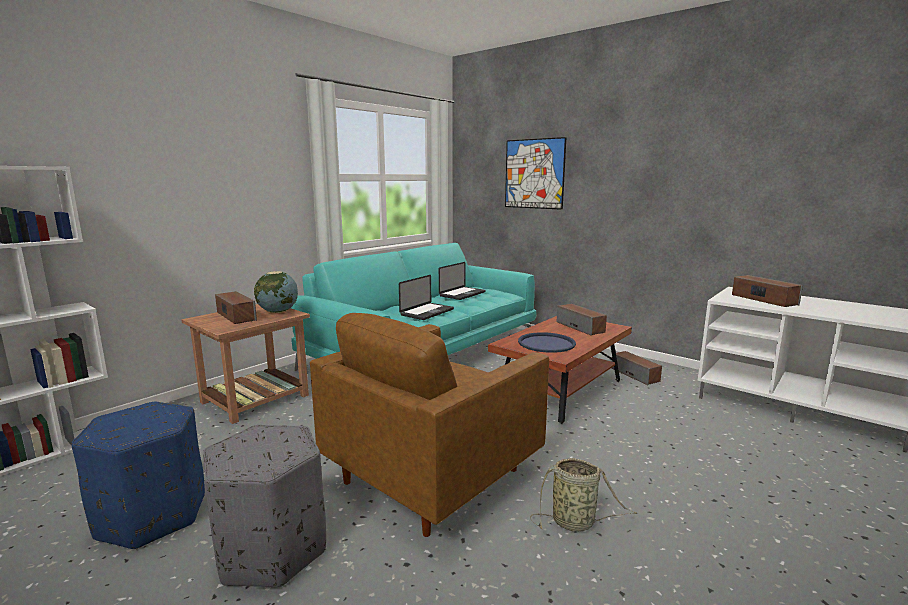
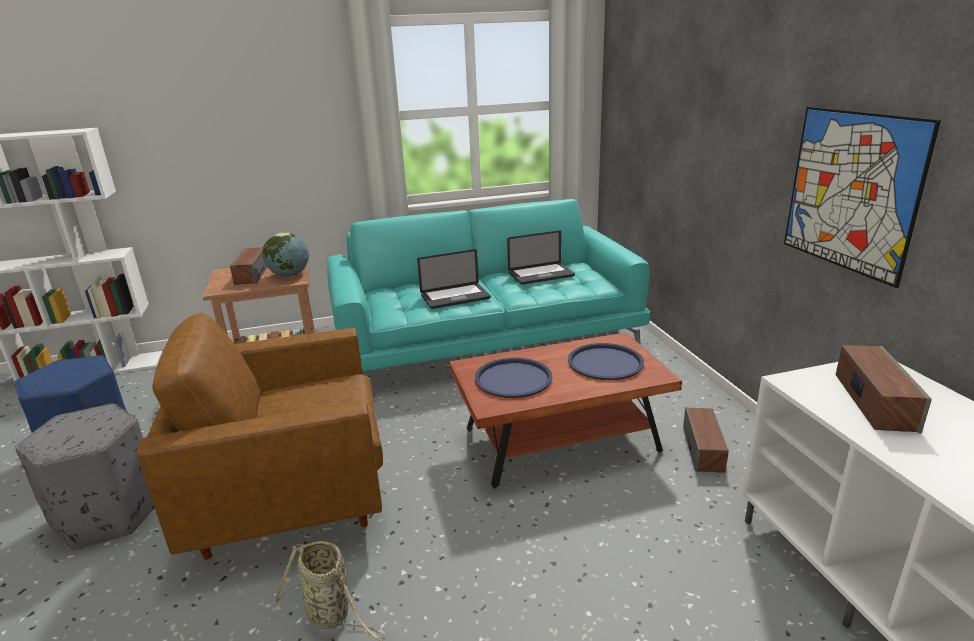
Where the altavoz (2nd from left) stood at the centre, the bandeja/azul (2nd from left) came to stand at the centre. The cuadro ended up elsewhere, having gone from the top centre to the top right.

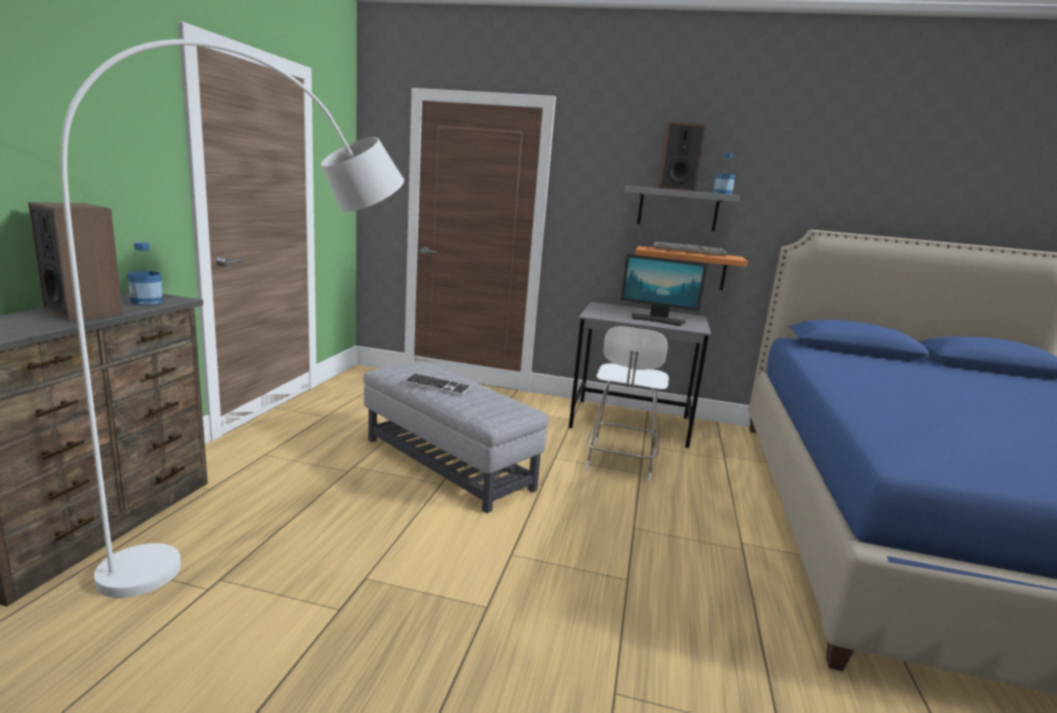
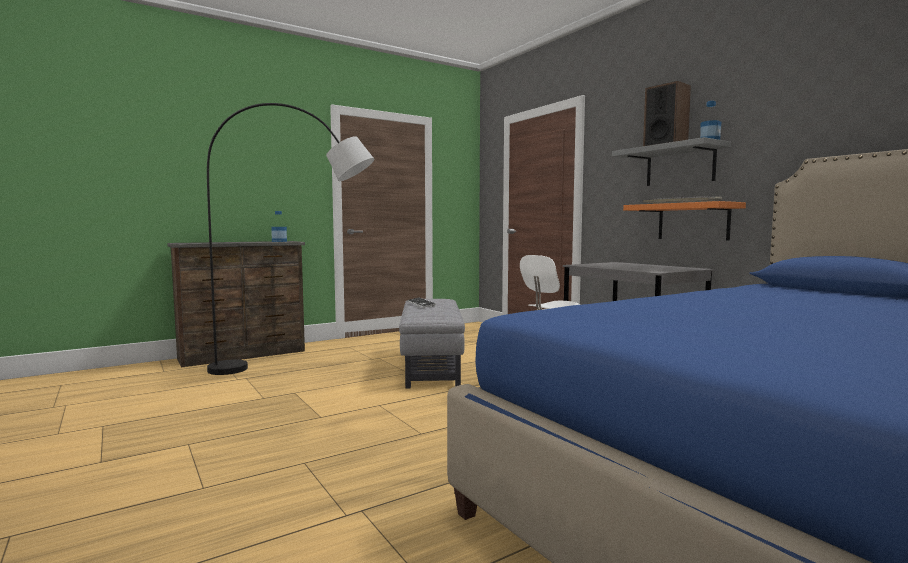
What was the lámpara de pie/blanco at the middle left turned into the lámpara de pie/negro at the middle left. The second view lost the altavoz (1st from left) at the middle left. The second view lost the monitor at the centre.

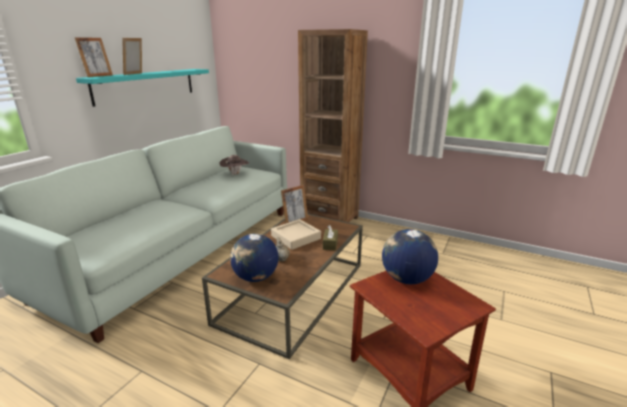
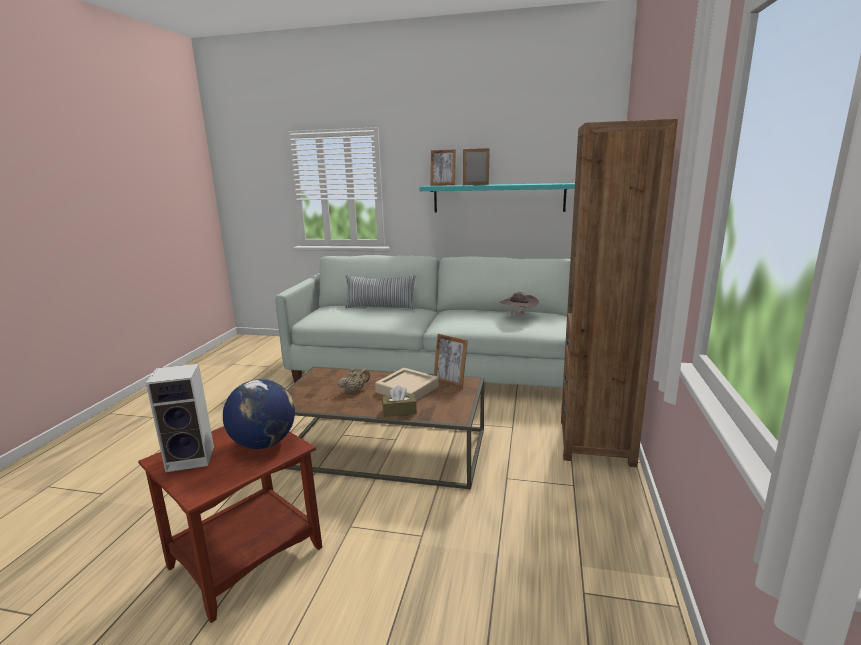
The second view gained the altavoz at the middle left. The second view gained the cojín at the centre. The second view lost the globo terráqueo (1st from left) at the centre.

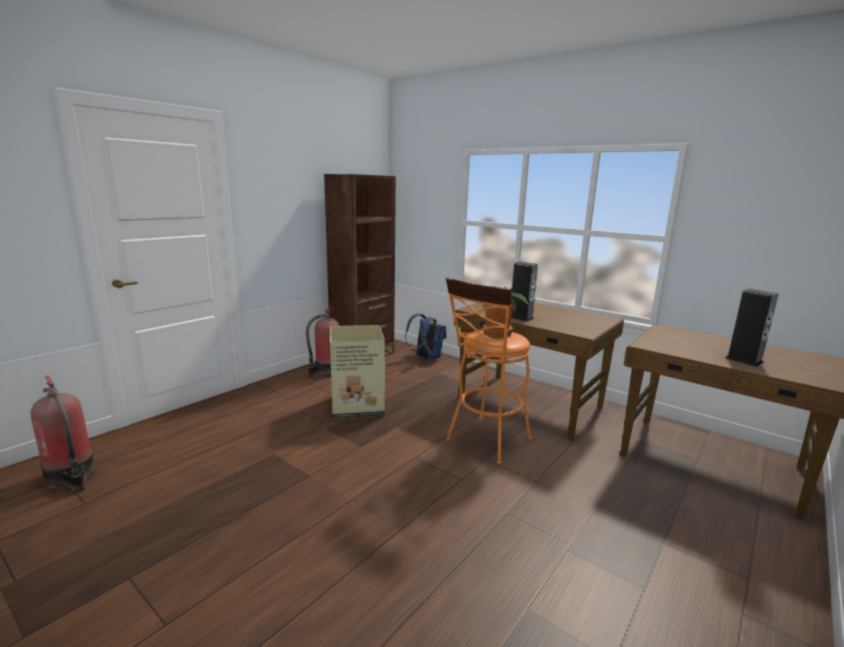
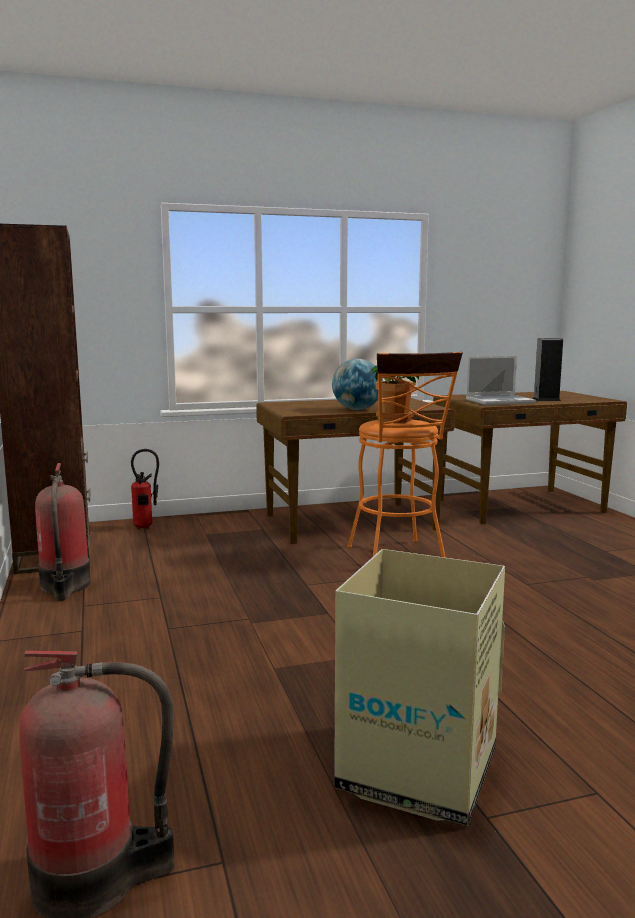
Where the mochila/azul stood at the centre, the extintor (3rd from left) came to stand at the middle left. Where the altavoz (1st from left) stood at the centre, the globo terráqueo came to stand at the centre. The caja de cartón ended up elsewhere, having gone from the centre to the bottom centre. The second view gained the portátil at the middle right.

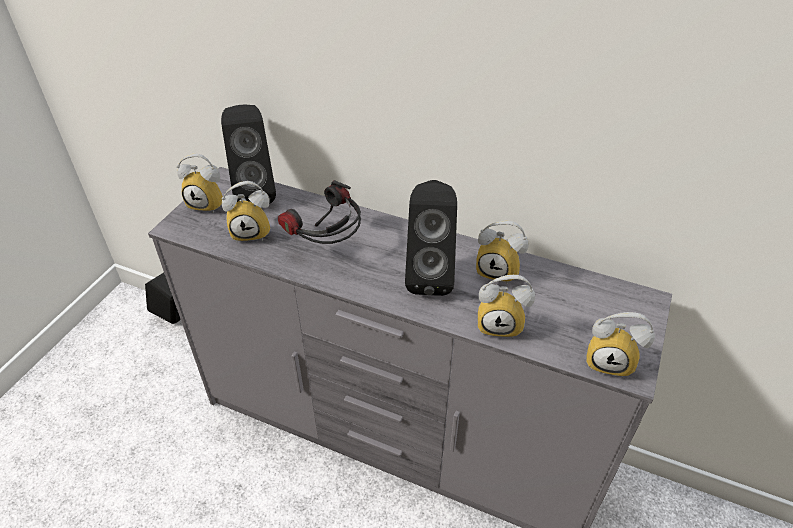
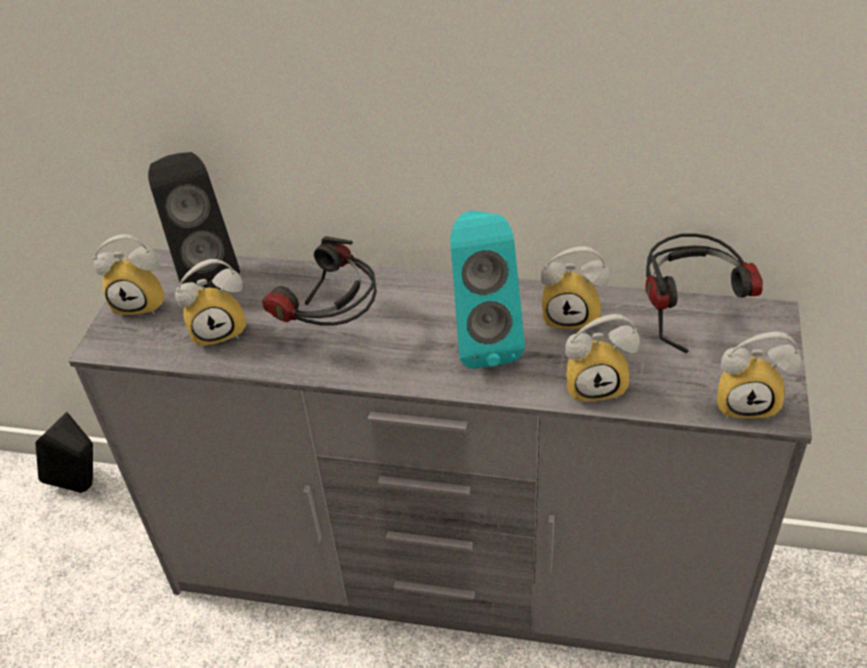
What was the altavoz/negro (3rd from left) at the centre turned into the altavoz/turquesa at the centre. The second view gained the auriculares (2nd from left) at the middle right.

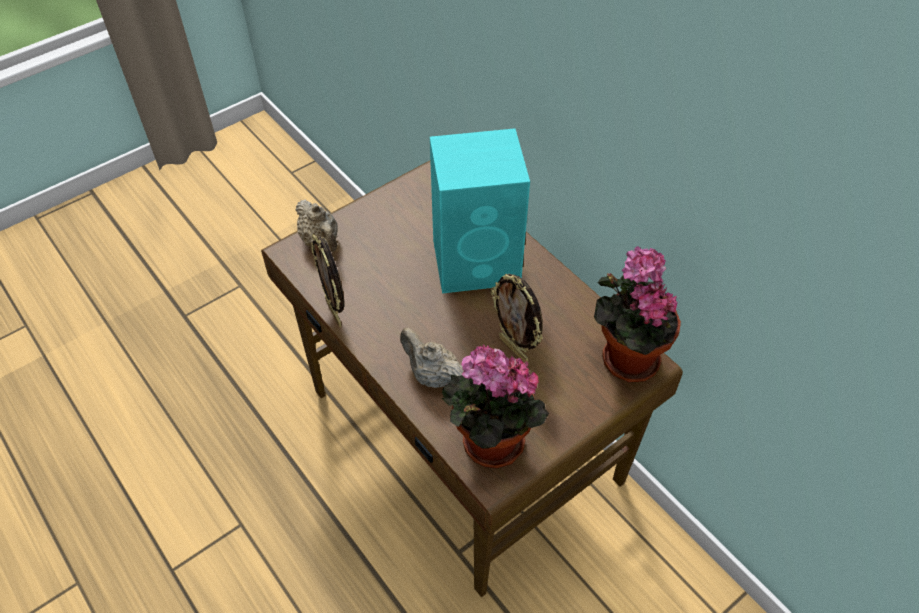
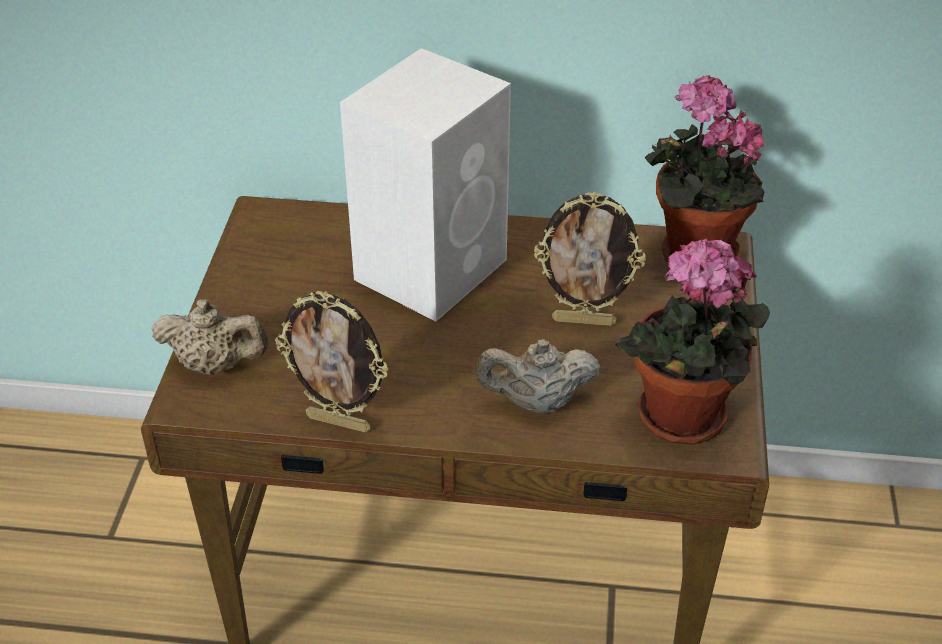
What was the altavoz/turquesa at the centre turned into the altavoz/blanco at the top centre.

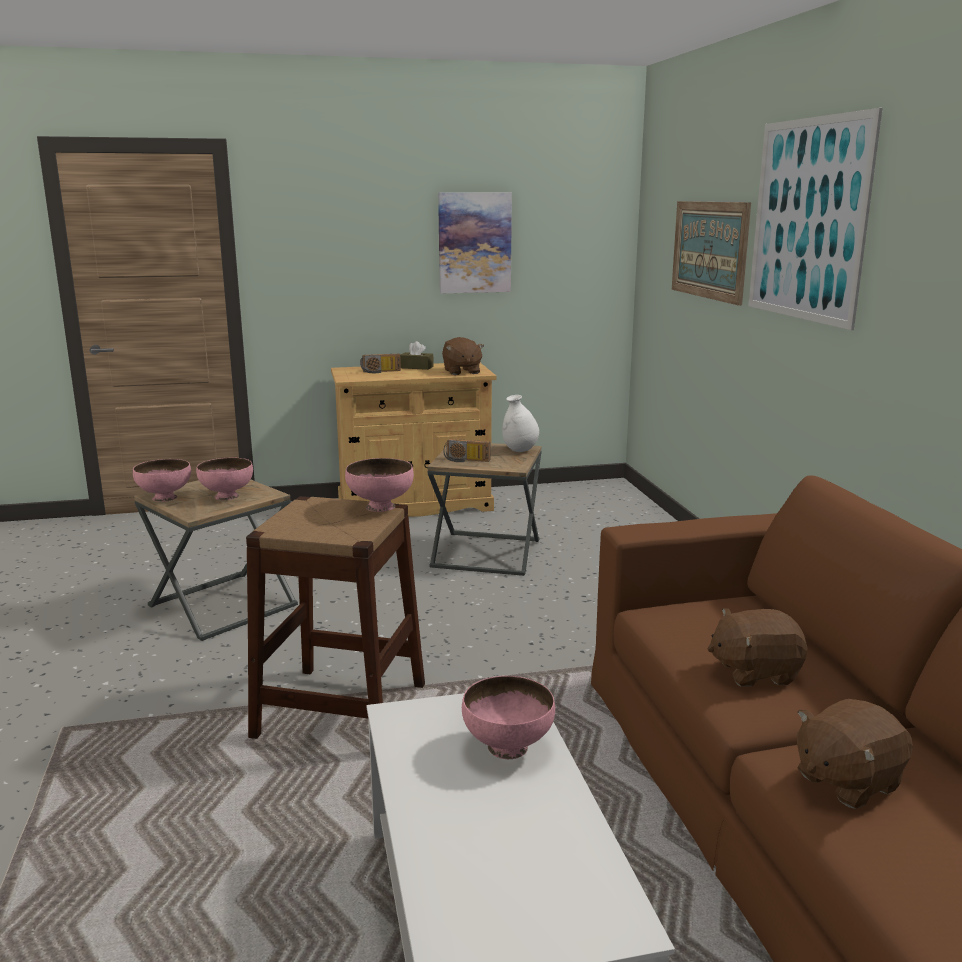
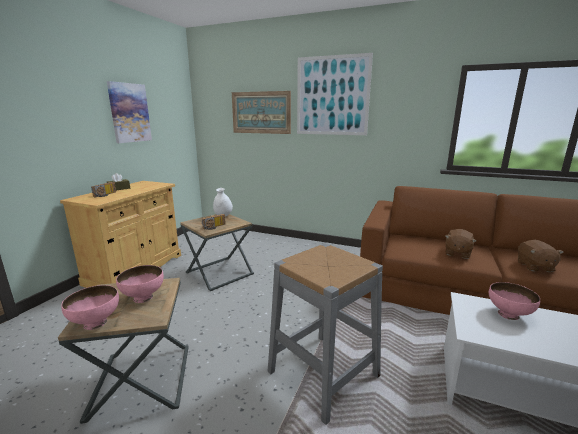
What was the taburete/marrón at the centre turned into the taburete/gris at the bottom centre. The second view lost the cuenco/rosa (3rd from left) at the centre. The second view lost the peluche/marrón (1st from left) at the centre.

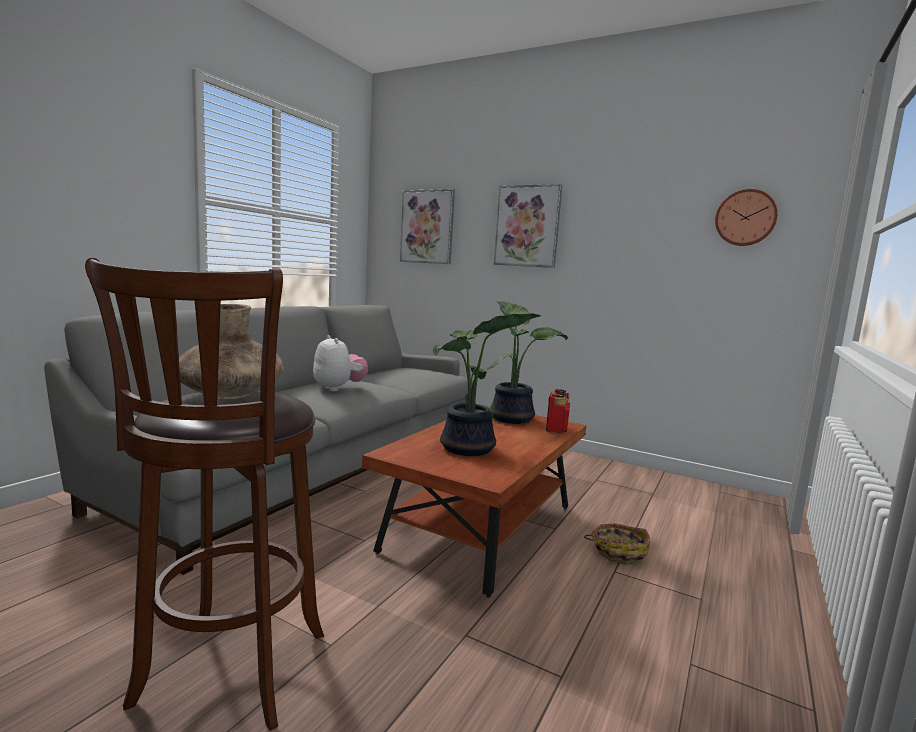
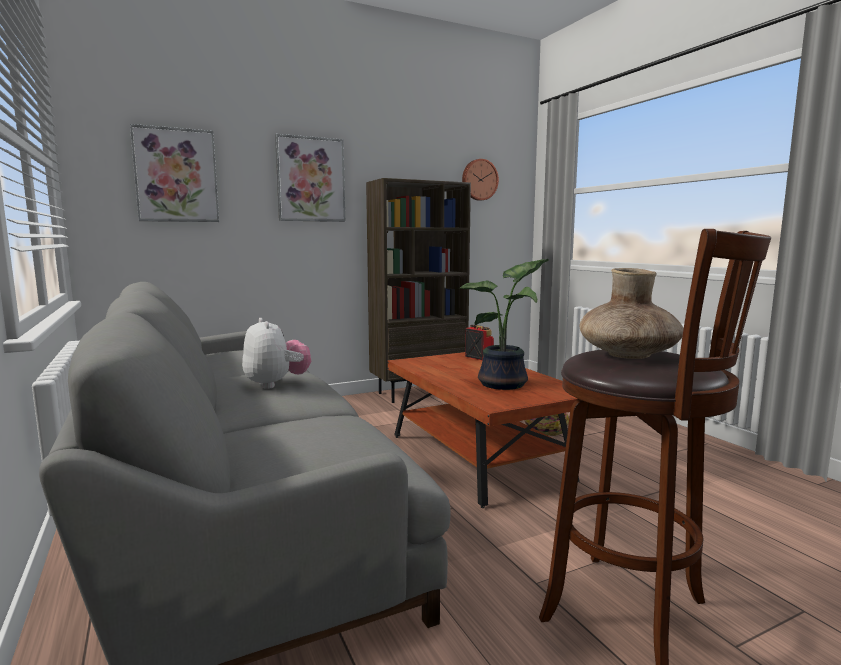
The peluche at the centre ended up facing another way, 60 degrees clockwise from before. The second view gained the estantería/marrón at the centre. The second view lost the planta en maceta (2nd from left) at the centre.

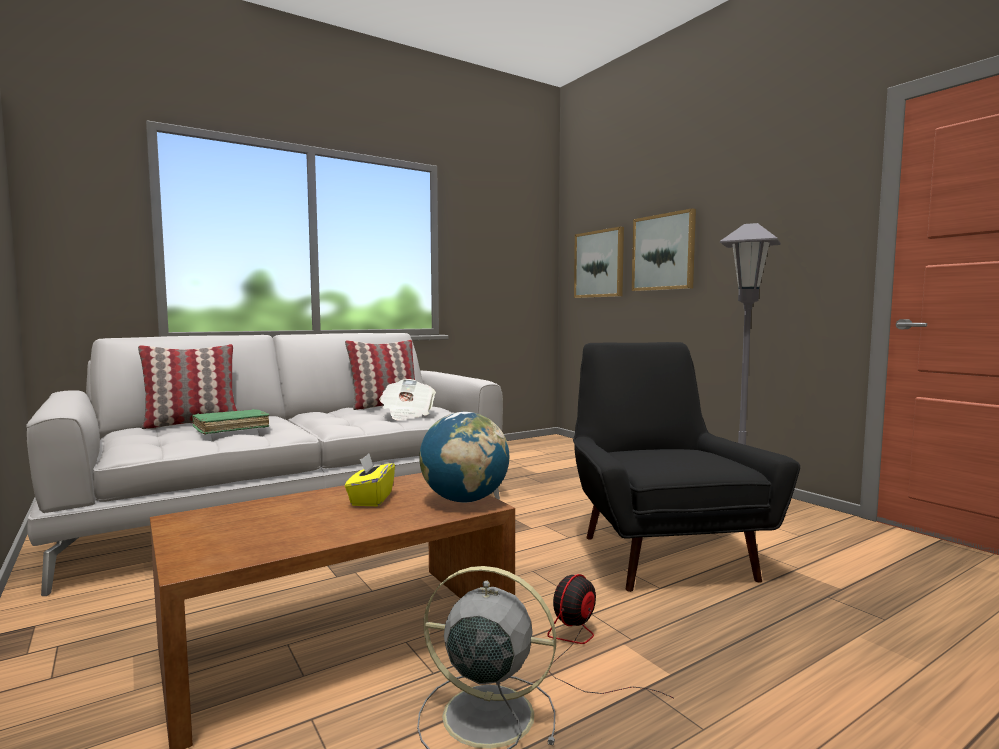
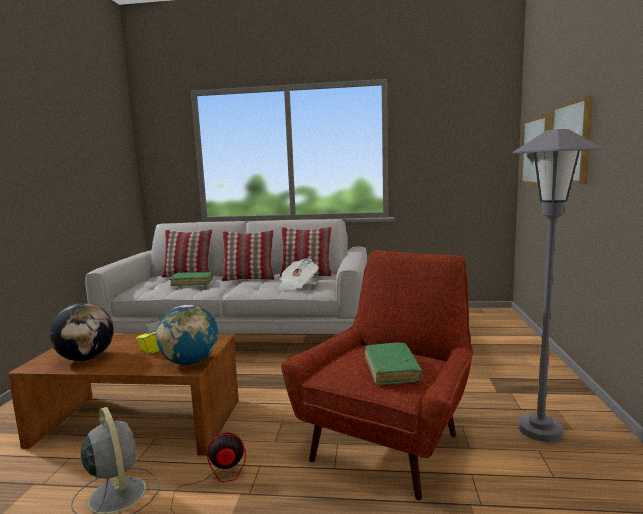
The second view gained the globo terráqueo (1st from left) at the middle left. The second view gained the cojín (2nd from left) at the centre. What was the sillón/negro at the middle right turned into the sillón/rojo at the bottom centre. The second view gained the libro/verde (2nd from left) at the bottom centre.

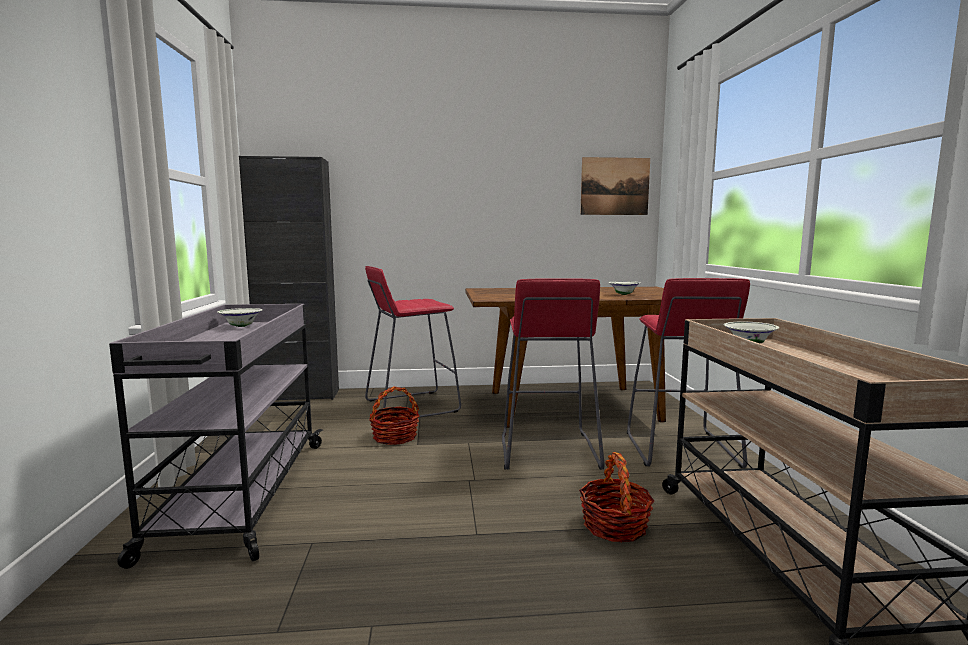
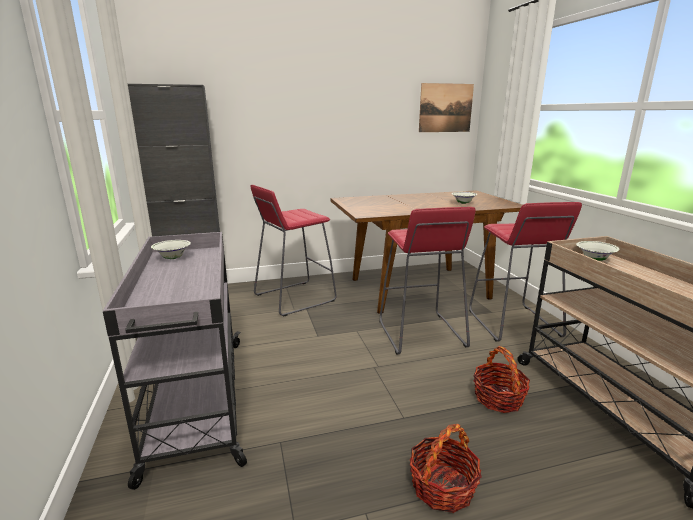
The cesta (1st from left) ended up elsewhere, having gone from the centre to the bottom centre.

